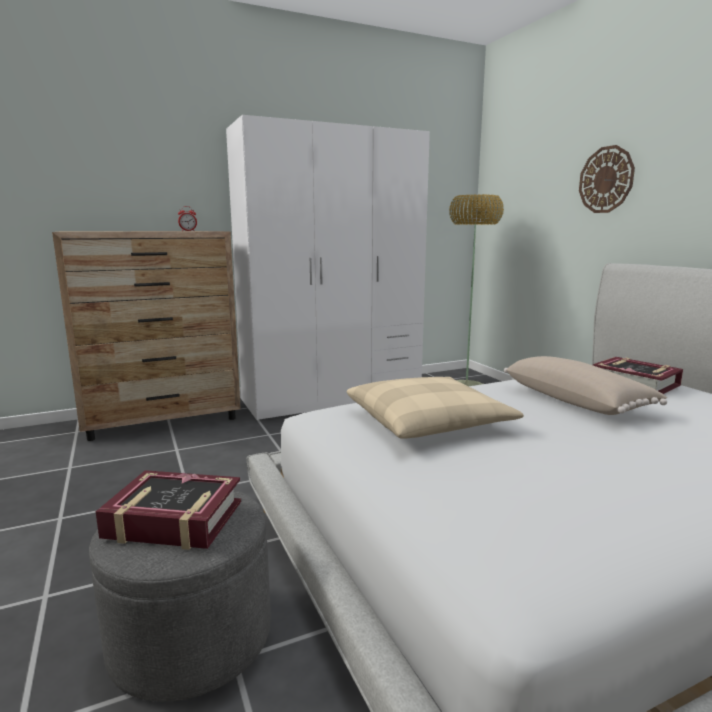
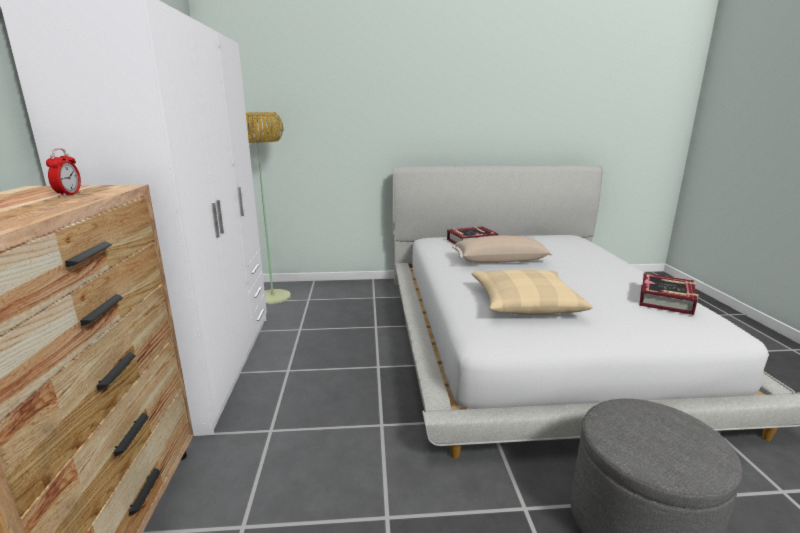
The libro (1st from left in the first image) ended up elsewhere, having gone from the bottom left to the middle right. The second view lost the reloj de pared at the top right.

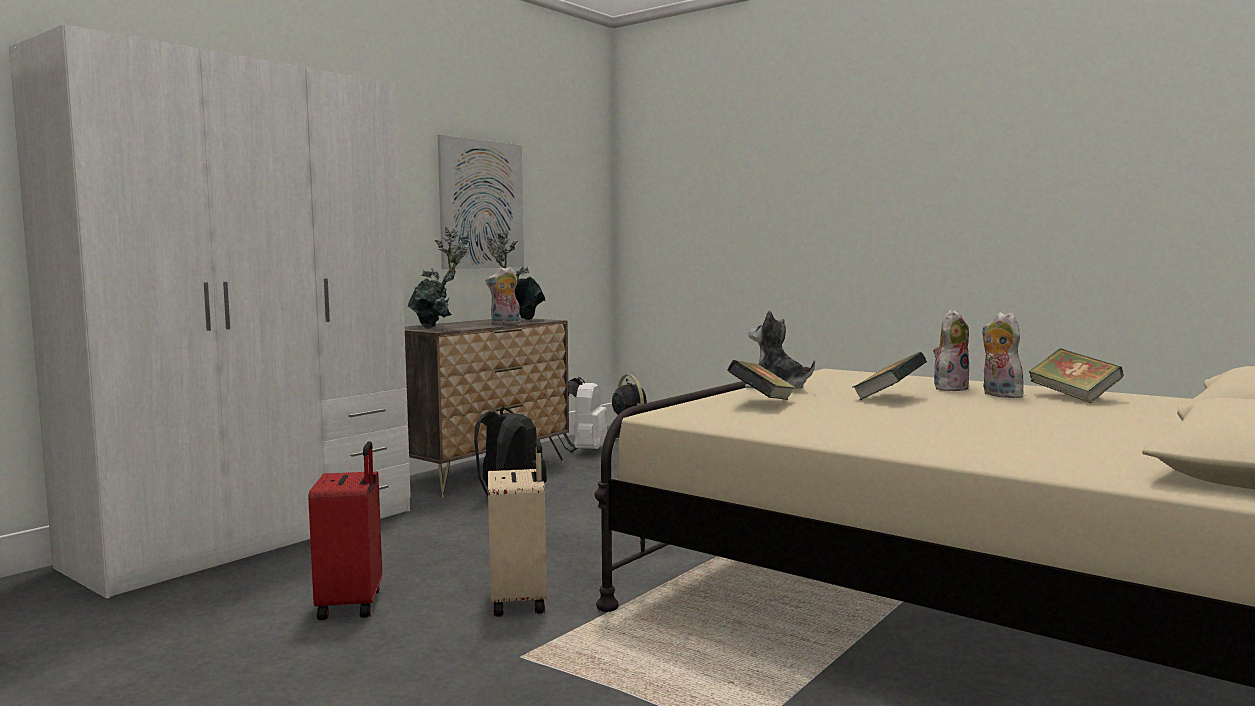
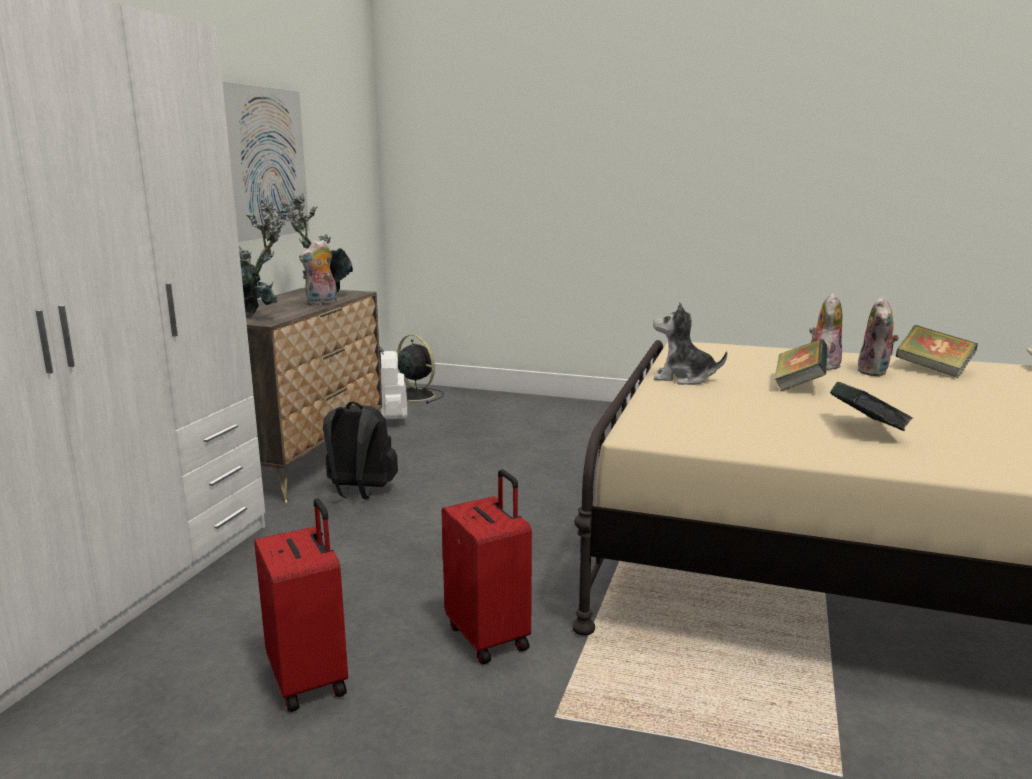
What was the maleta/beis at the bottom centre turned into the maleta/rojo (2nd from left) at the bottom centre. The libro (1st from left in the first image) ended up elsewhere, having gone from the centre to the middle right. The peluche (4th from left) at the middle right ended up facing another way, 120 degrees counterclockwise from before.

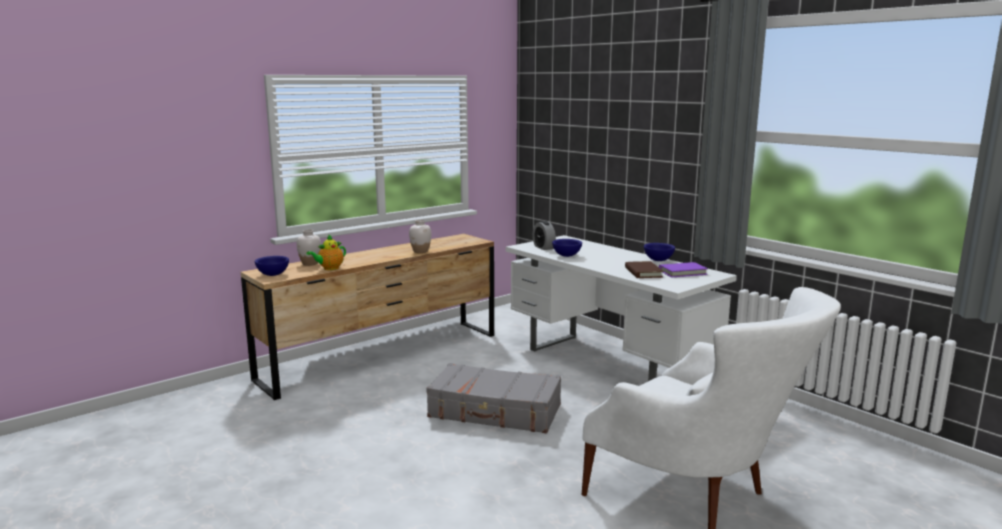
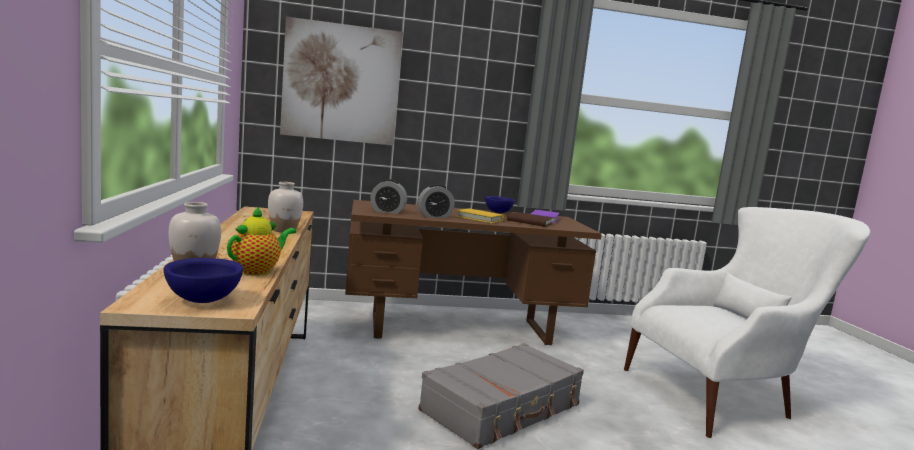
The tetera at the middle left ended up facing another way, 135 degrees counterclockwise from before. The second view gained the cuadro at the top centre. What was the escritorio/blanco at the centre turned into the escritorio/marrón at the centre. Where the cuenco/azul (2nd from left) stood at the centre, the despertador (2nd from left) came to stand at the centre. The second view gained the libro/amarillo at the centre.

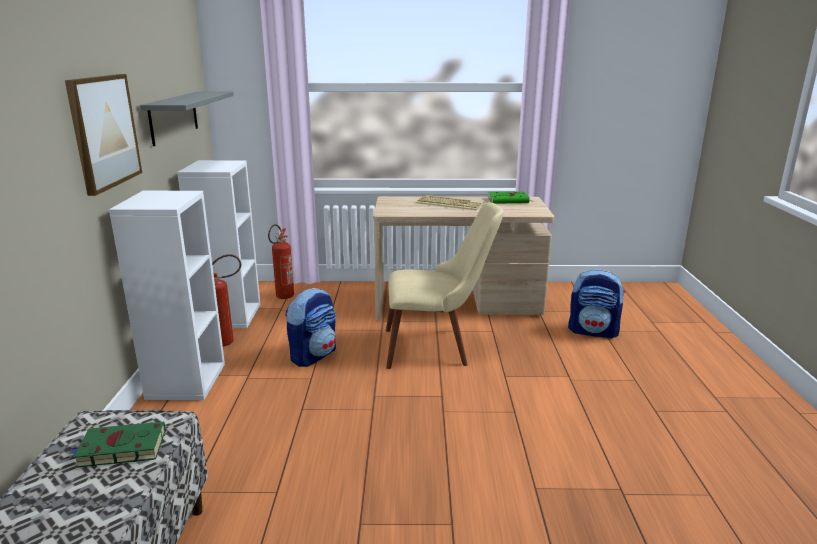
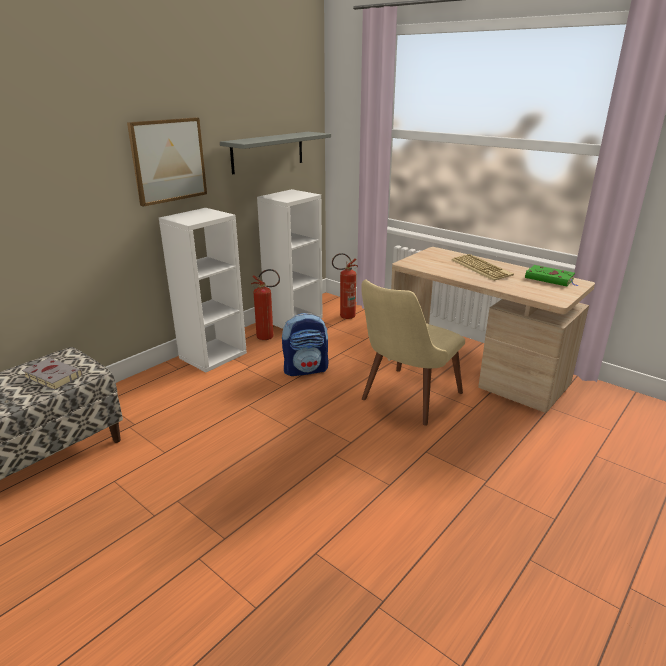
What was the libro/verde (1st from left) at the bottom left turned into the libro/gris at the middle left. The silla/beis at the centre ended up facing another way, 90 degrees clockwise from before. The second view lost the mochila (2nd from left) at the middle right.

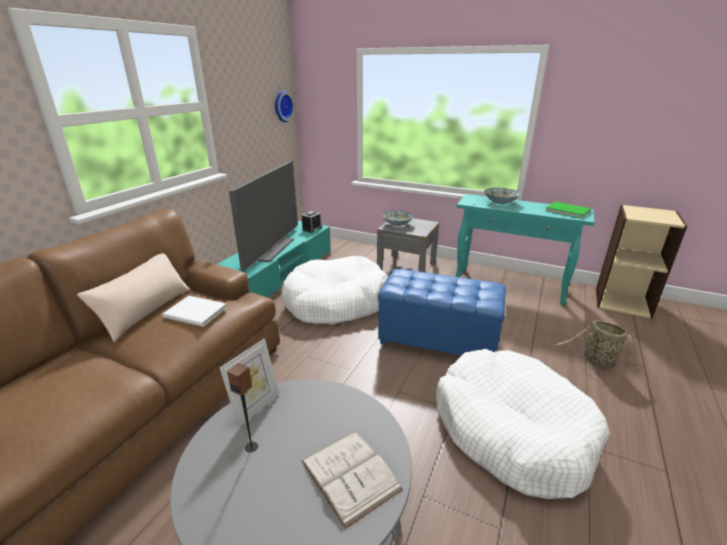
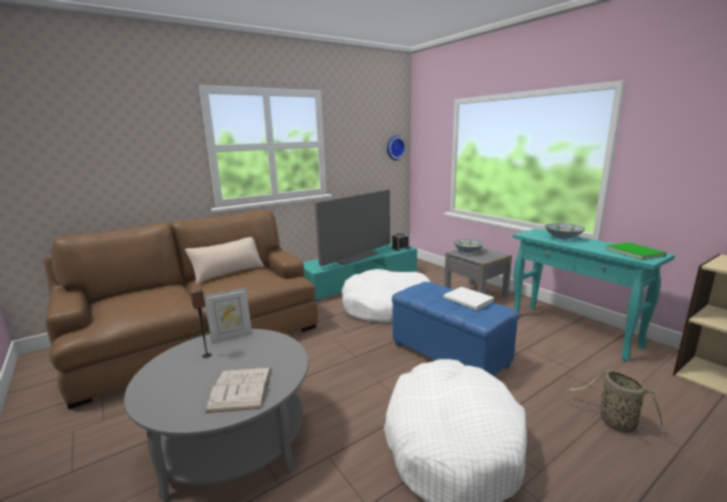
The libro/blanco (1st from left in the first image) ended up elsewhere, having gone from the middle left to the centre.

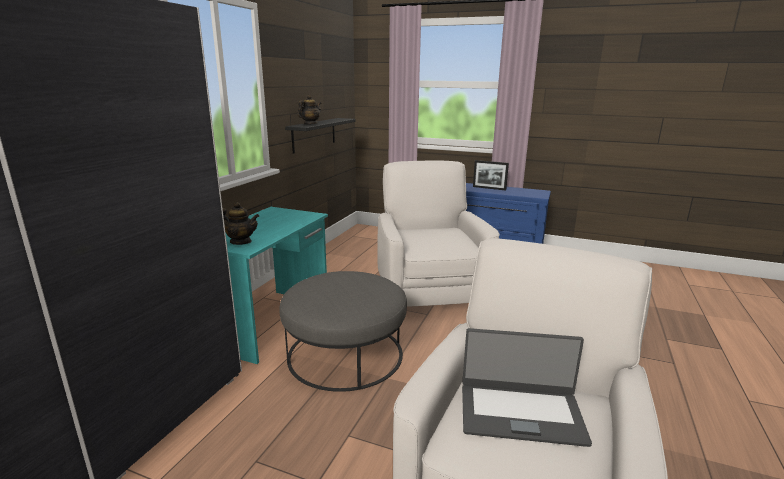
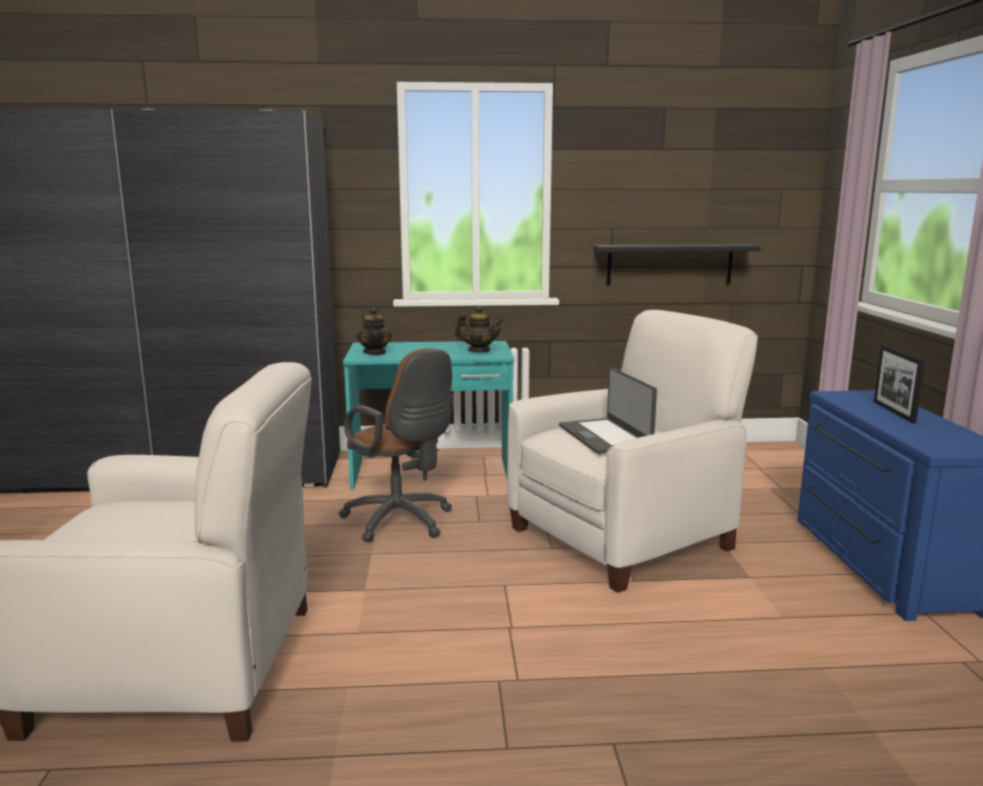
Where the puf/gris stood at the bottom centre, the silla de oficina/marrón came to stand at the centre. The tetera (2nd from left) ended up elsewhere, having gone from the top centre to the centre. The portátil ended up elsewhere, having gone from the bottom right to the centre.

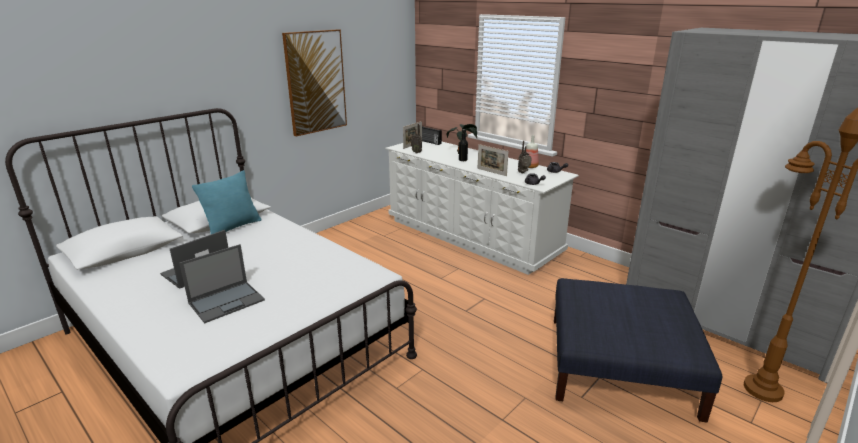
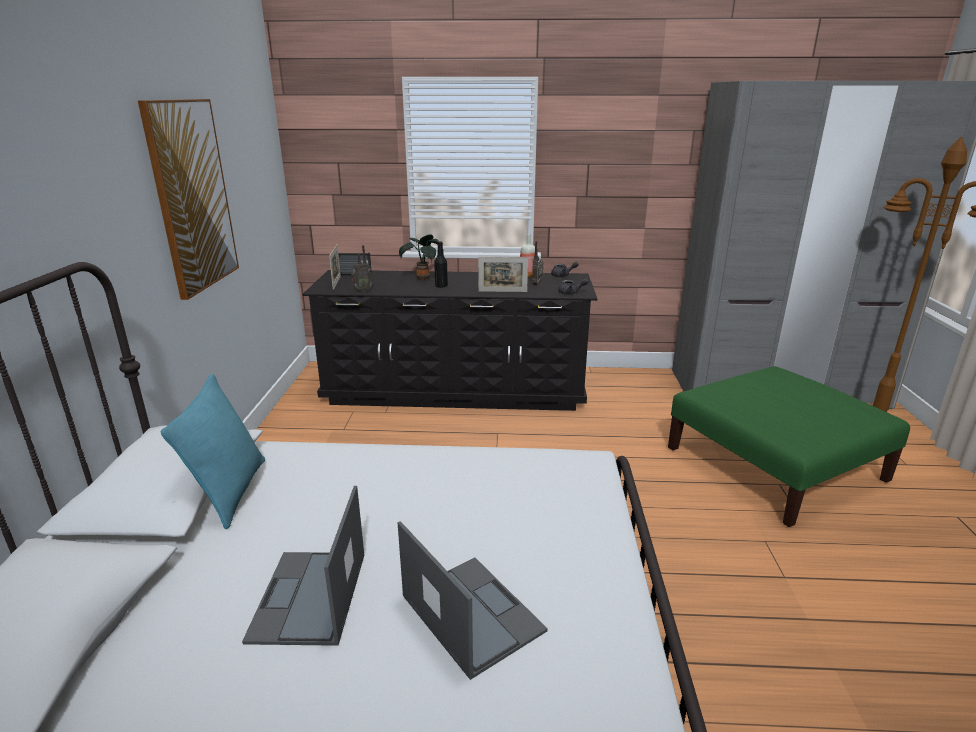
What was the cómoda/blanco at the centre turned into the cómoda/negro at the centre. The portátil (2nd from left) at the middle left ended up facing another way, 45 degrees counterclockwise from before. What was the puf/azul at the bottom right turned into the puf/verde at the middle right.

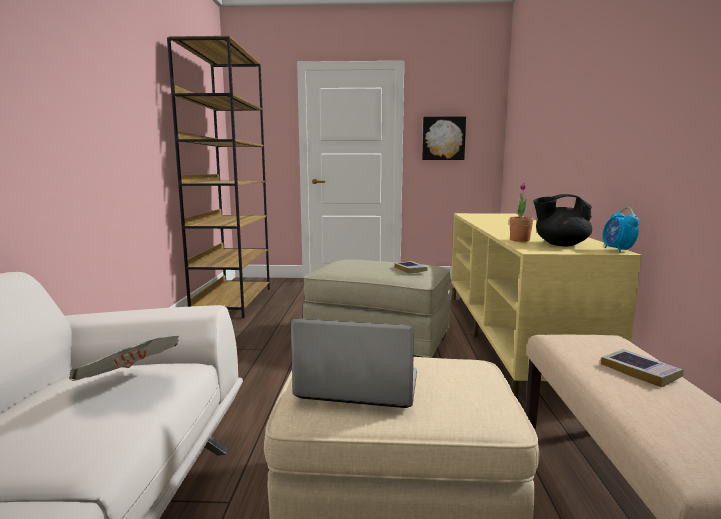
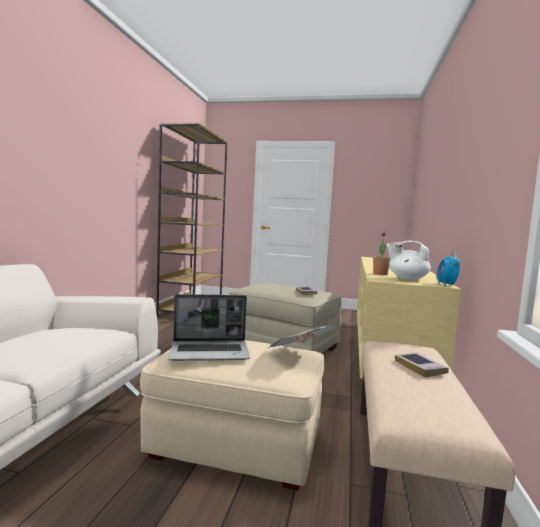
The portátil at the bottom centre ended up facing another way, 150 degrees clockwise from before. The periódico ended up elsewhere, having gone from the bottom left to the centre. What was the tetera/negro at the middle right turned into the tetera/blanco at the middle right. The second view lost the cuadro at the top centre.

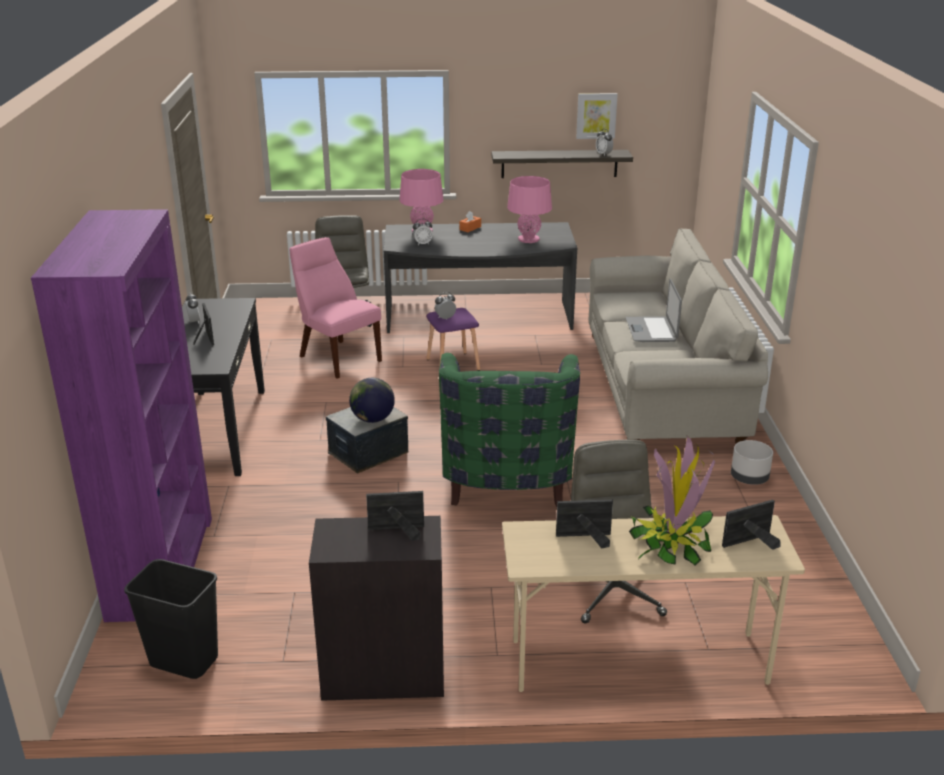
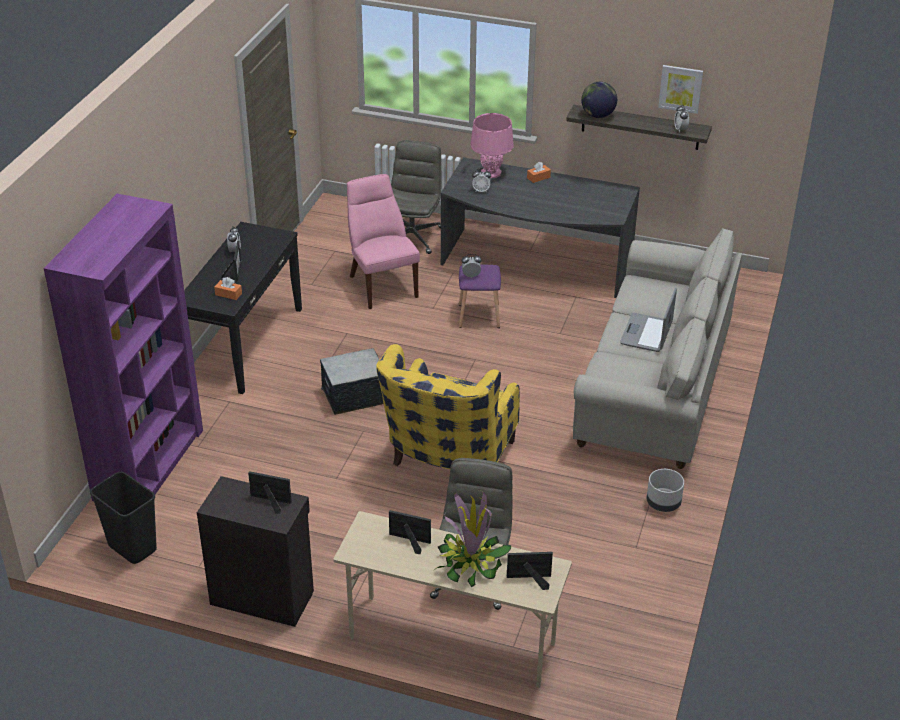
The second view gained the caja de pañuelos/naranja (1st from left) at the middle left. What was the sillón/verde at the centre turned into the sillón/amarillo at the centre. The globo terráqueo ended up elsewhere, having gone from the centre to the top centre. The second view lost the lámpara de mesa/rosa (2nd from left) at the top centre.

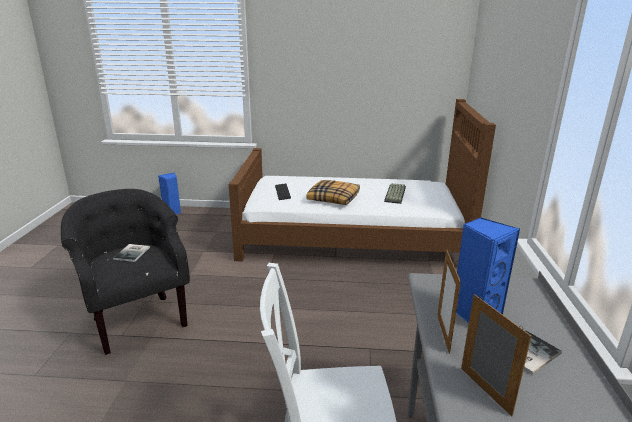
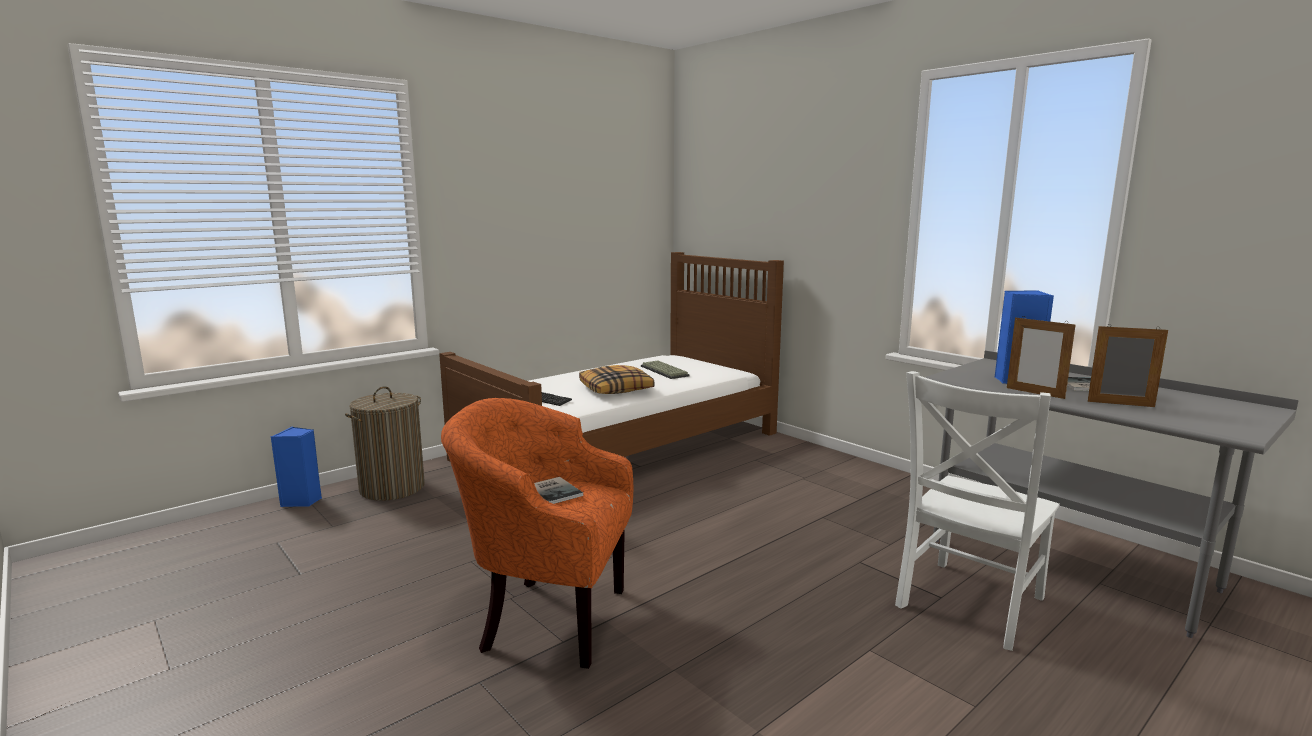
The second view gained the cesto de la ropa at the middle left. What was the sillón/negro at the middle left turned into the sillón/naranja at the bottom centre.

